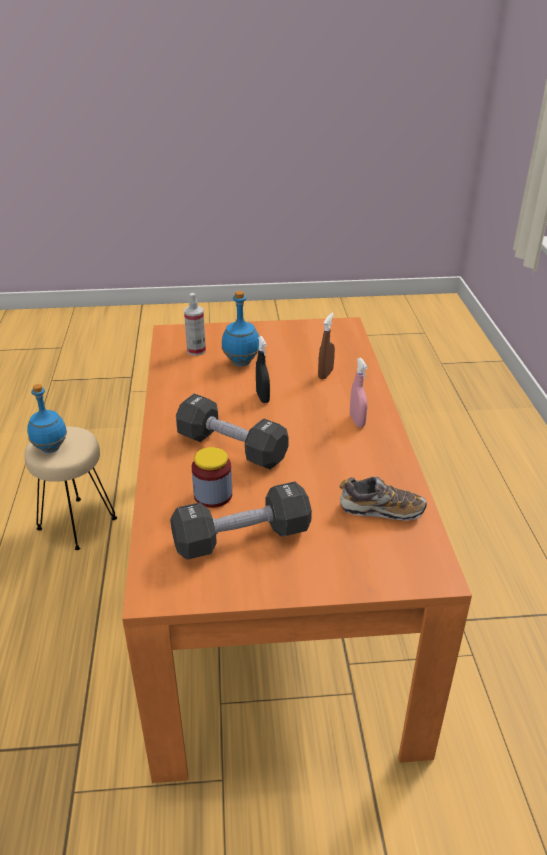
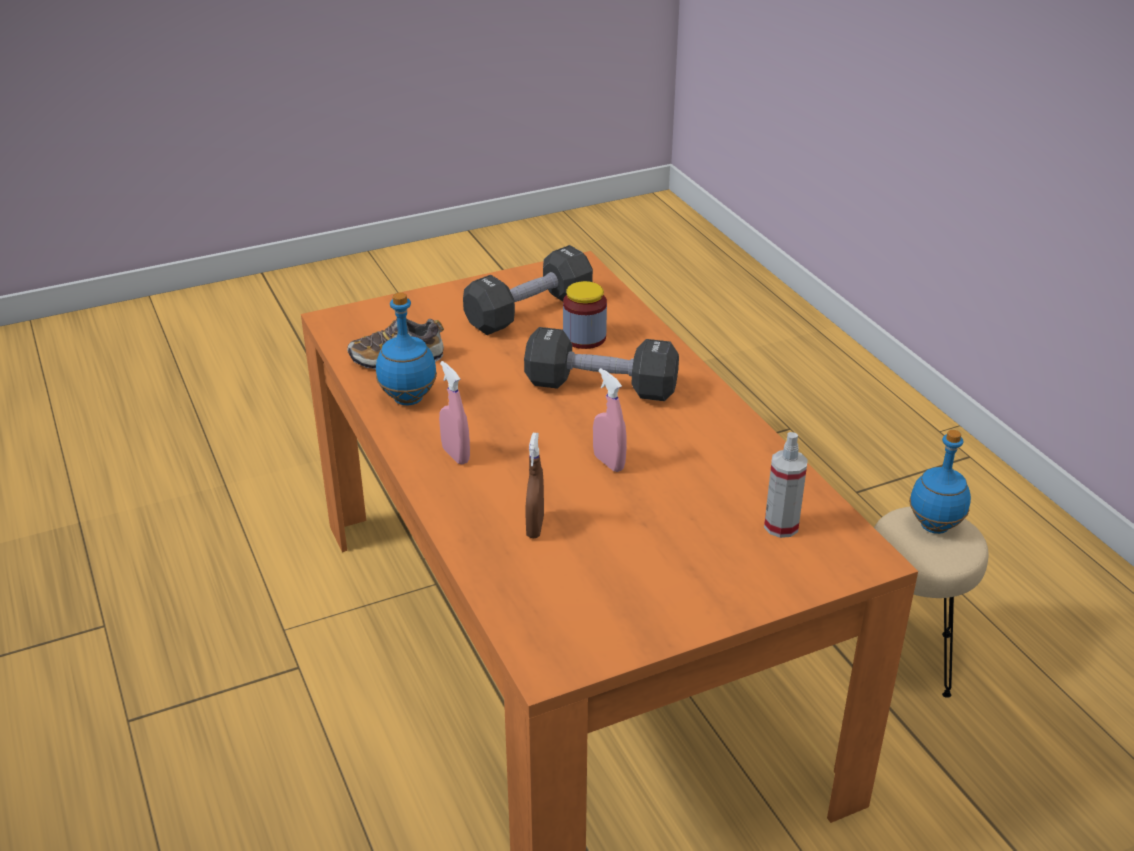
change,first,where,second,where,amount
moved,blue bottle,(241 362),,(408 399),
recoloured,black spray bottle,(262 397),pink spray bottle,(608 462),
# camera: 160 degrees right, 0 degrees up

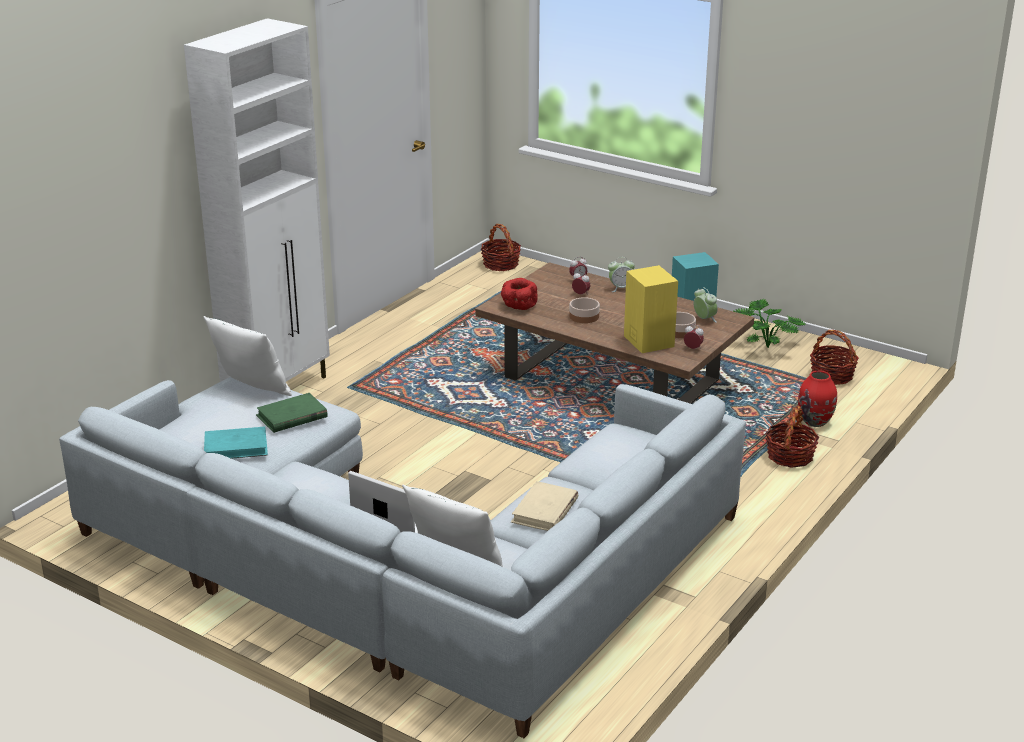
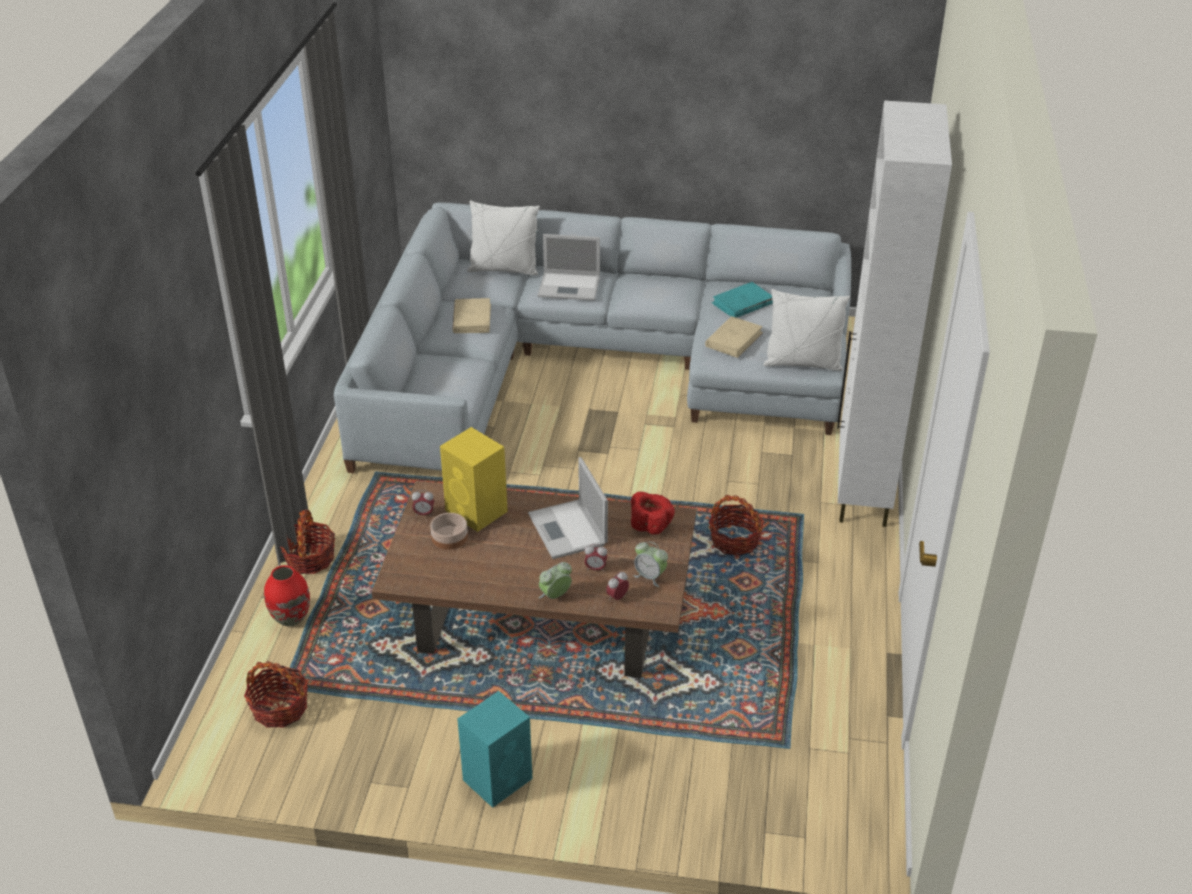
change,first,where,second,where,amount
recoloured,green book,(291 416),beige book,(734 339),
moved,basket,(501 264),,(734 541),
replaced,bowl,(584 316),laptop,(568 530),
moved,alarm clock,(704 319),,(650 576),
removed,potted plant,(766 345),,,
# camera: 155 degrees right, 10 degrees up

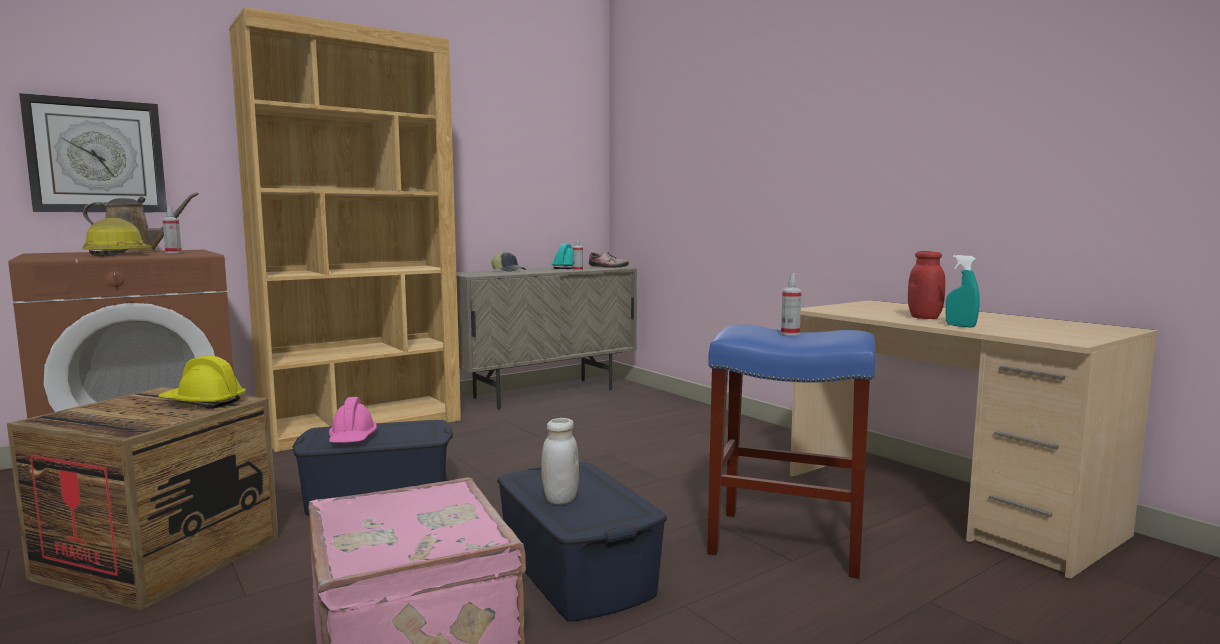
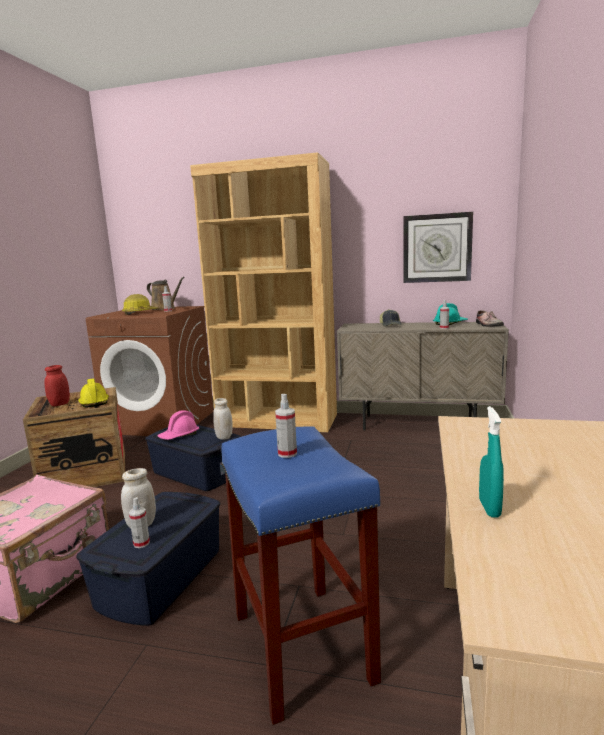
change,first,where,second,where,amount
moved,wall clock,(97 156),,(437 248),
moved,red jar,(924 317),,(59 404),
added,,,spray bottle,(141 543),
added,,,white jar,(224 437),
# camera: 50 degrees right, 5 degrees up

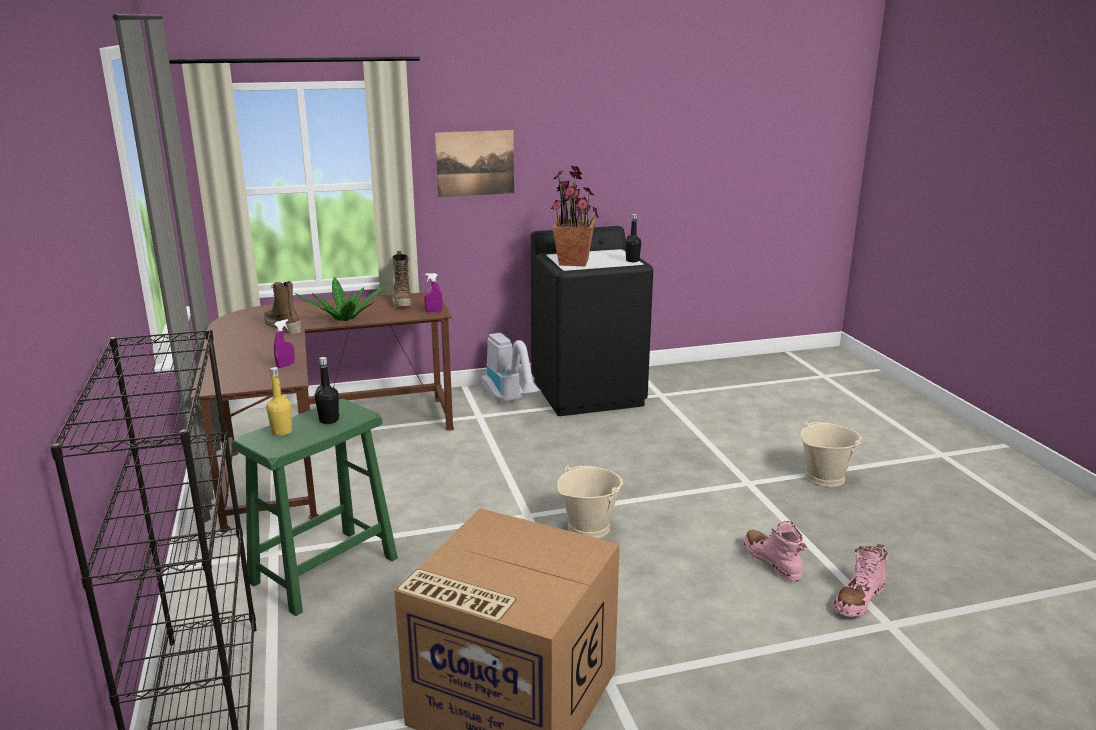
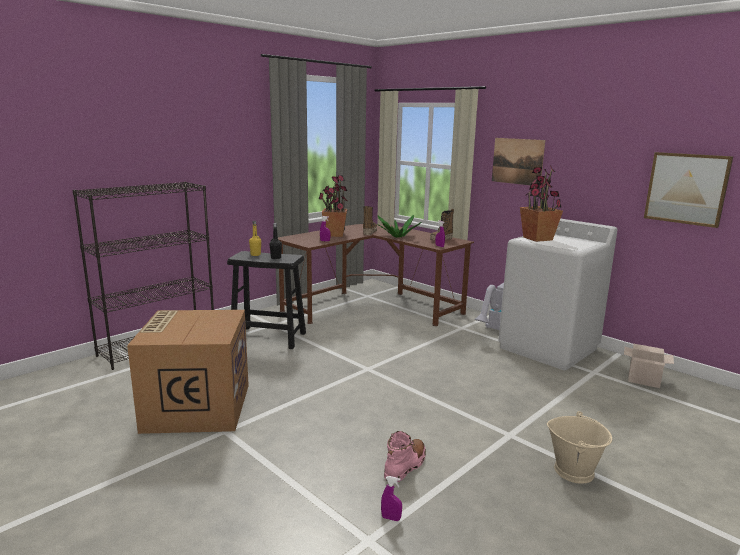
change,first,where,second,where,amount
recoloured,green stool,(323 570),black stool,(268 337),
recoloured,black washing machine,(588 393),white washing machine,(549 348),
removed,beige bucket,(588 527),,,
removed,black bottle,(632 260),,,
replaced,pink boot,(858 600),purple spray bottle,(391 518),
added,,,potted plant,(334 234),
added,,,cardboard box,(644 380),
added,,,picture,(686 188),
# camera: 60 degrees right, 5 degrees down

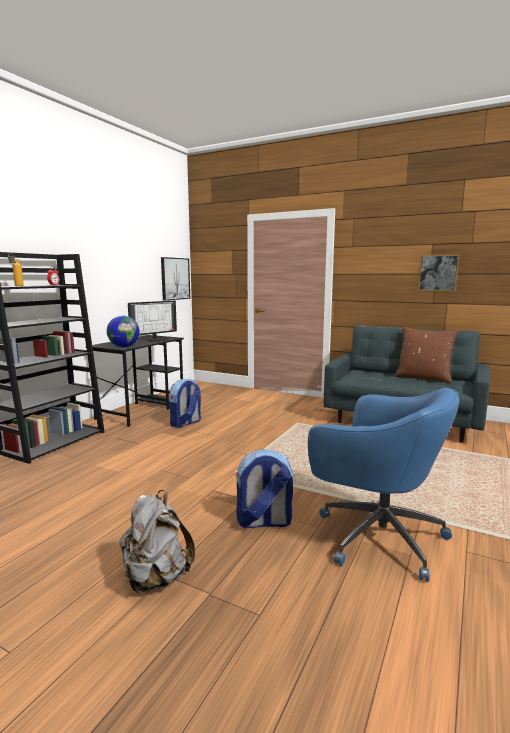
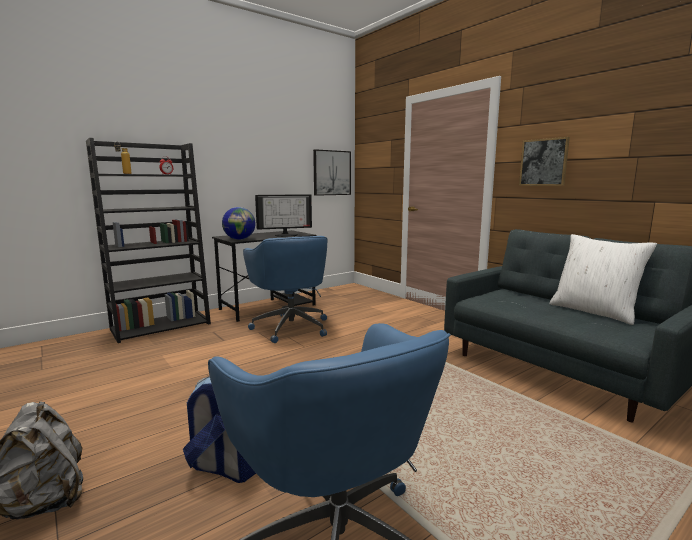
change,first,where,second,where,amount
replaced,backpack,(185 423),blue office chair,(290 327),
recoloured,brown pillow,(423 378),white pillow,(594 311),
moved,picture,(438 273),,(543 162),
# camera: 25 degrees right, 0 degrees up

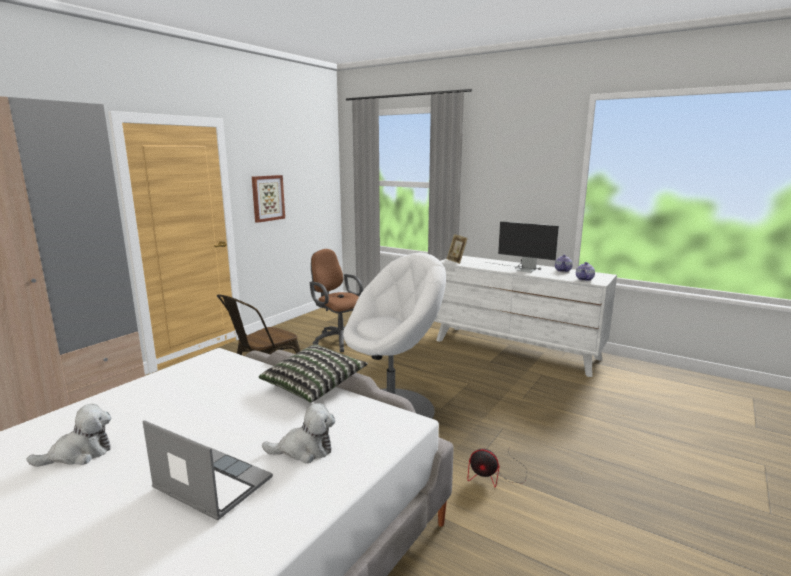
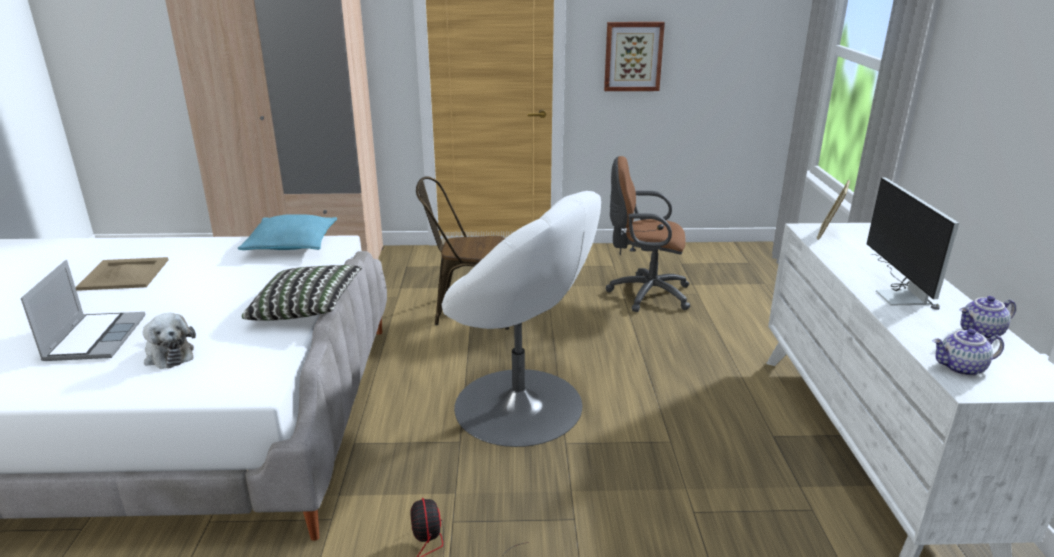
change,first,where,second,where,amount
replaced,plush toy,(80 454),beige tray,(124 274),
turned,brown office chair,(338 340),,(645 294),90 degrees counterclockwise
added,,,turquoise pillow,(291 244),
# camera: 55 degrees right, 10 degrees up

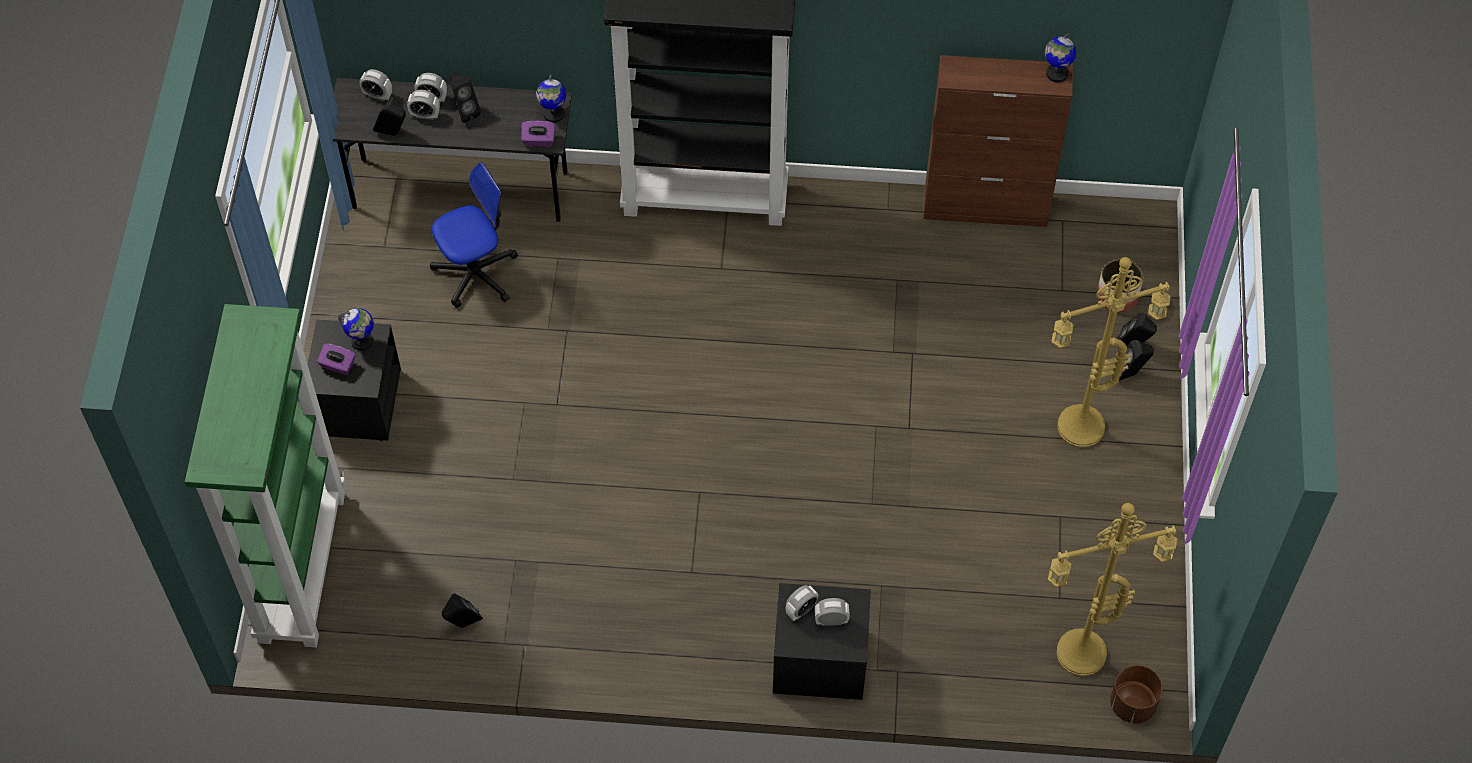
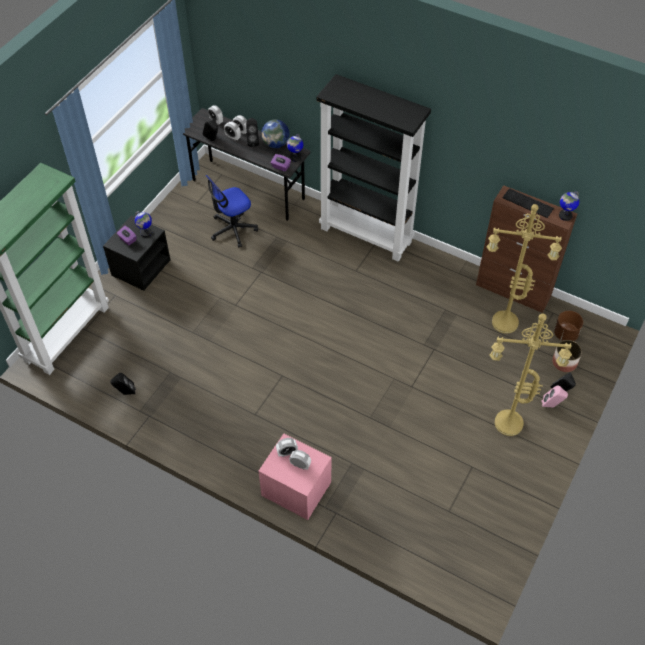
change,first,where,second,where,amount
turned,office chair,(476 273),,(233 229),150 degrees clockwise
recoloured,black nightstand,(818 662),pink nightstand,(295 489),
moved,yellow floor lamp,(1080 657),,(503 324),
moved,brown planter,(1132 704),,(565 334),
recoloured,black speaker,(1130 373),pink speaker,(551 406),
added,,,globe,(276 144),
added,,,keyboard,(528 203),
# camera: 25 degrees right, 5 degrees down

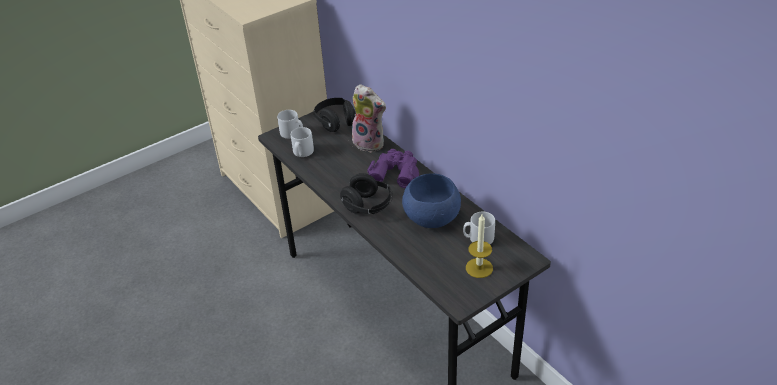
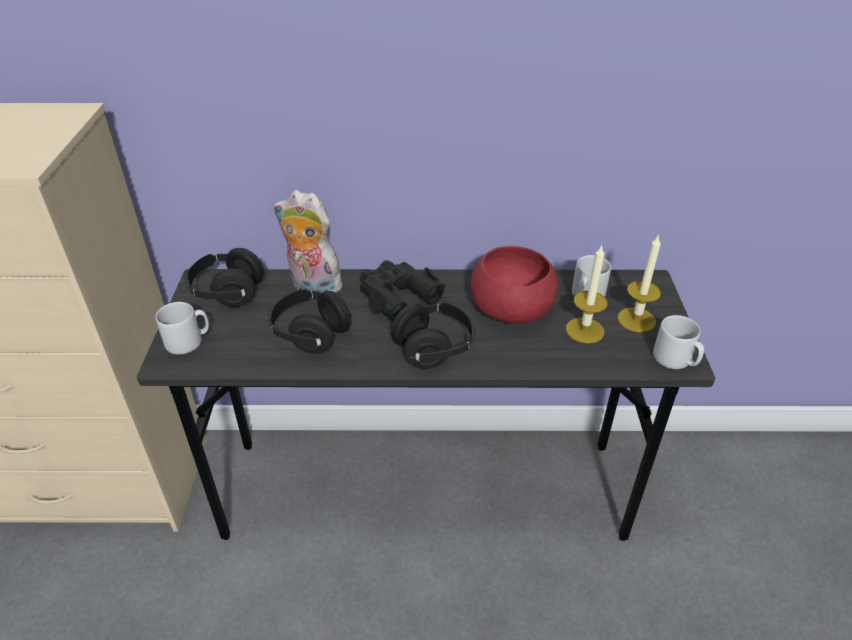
change,first,where,second,where,amount
moved,grey mug,(302 153),,(675 360),
turned,plush toy,(370 142),,(312 286),135 degrees counterclockwise
recoloured,purple binoculars,(395 172),black binoculars,(396 295),
recoloured,blue bowl,(431 217),red bowl,(512 309),
added,,,black headphones,(311 334),
added,,,candle,(584 330),
# camera: 55 degrees left, 0 degrees up

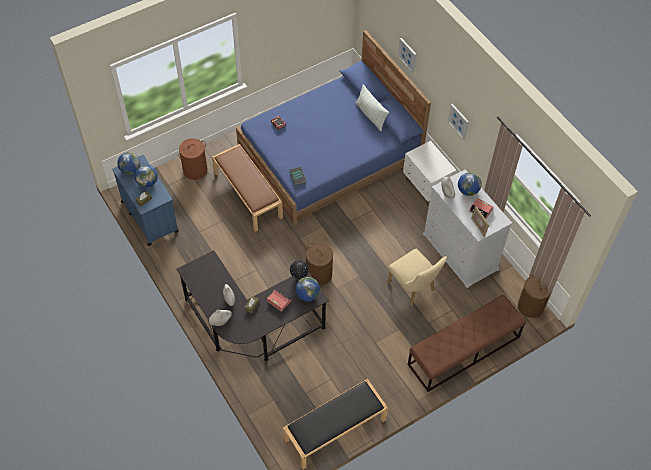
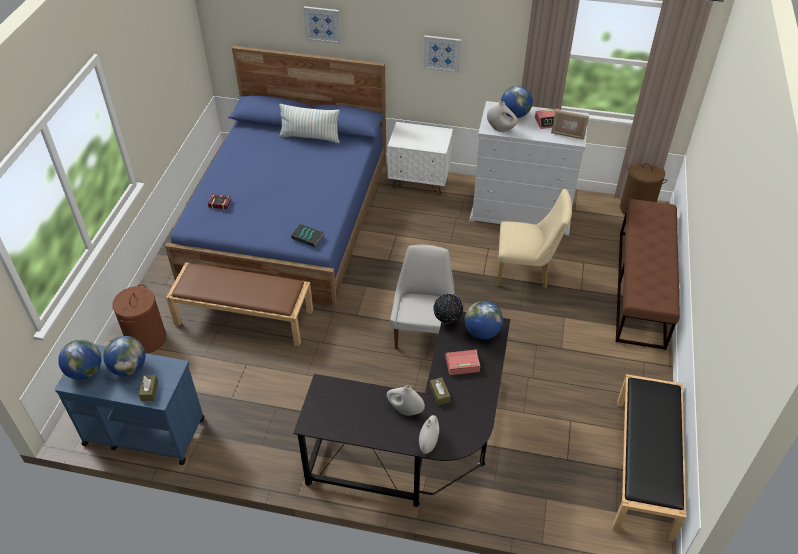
change,first,where,second,where,amount
replaced,brown laundry basket,(319 275),white chair,(423 332),
# camera: 45 degrees left, 10 degrees down

